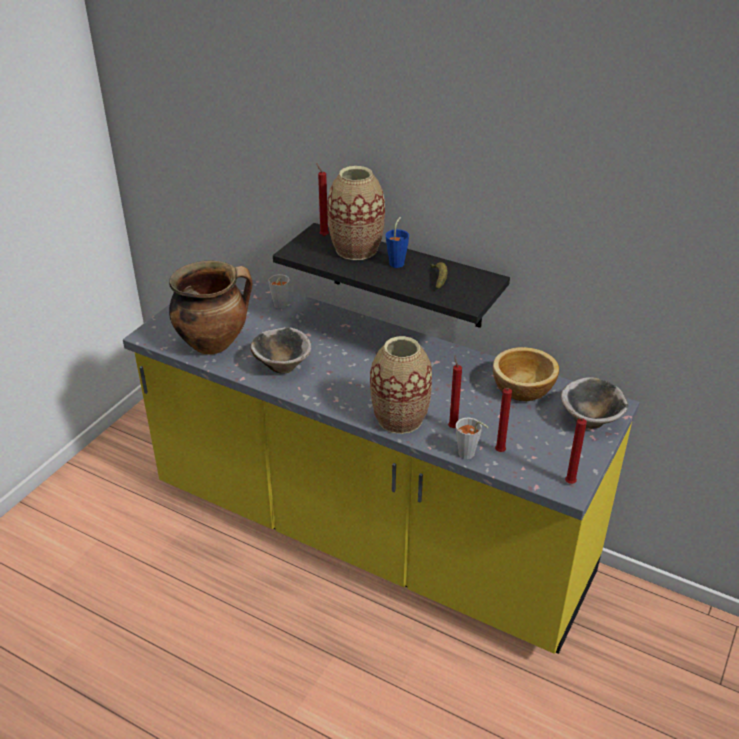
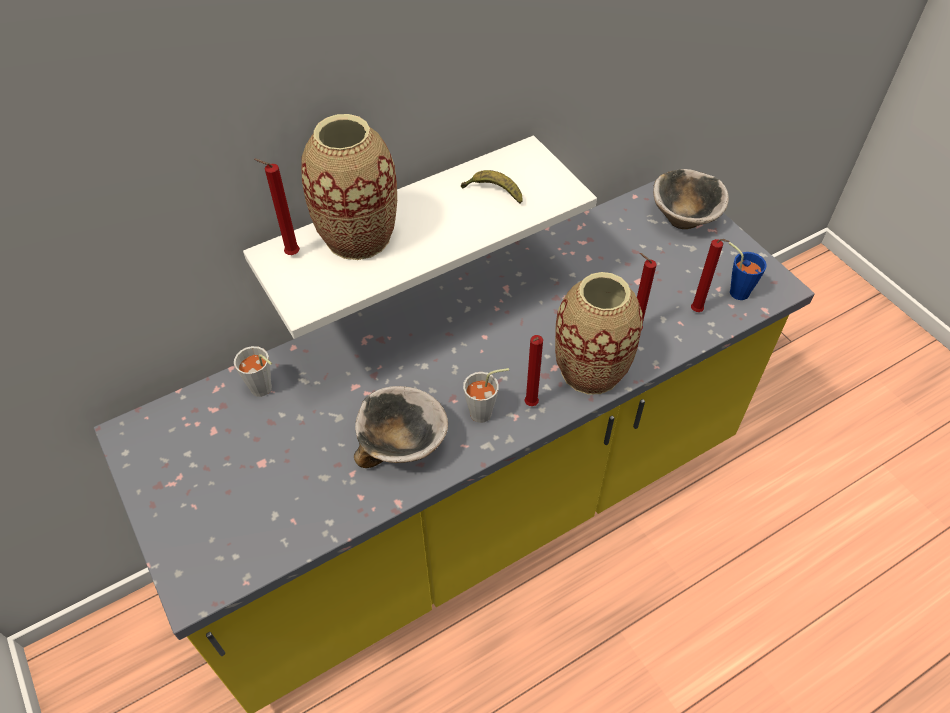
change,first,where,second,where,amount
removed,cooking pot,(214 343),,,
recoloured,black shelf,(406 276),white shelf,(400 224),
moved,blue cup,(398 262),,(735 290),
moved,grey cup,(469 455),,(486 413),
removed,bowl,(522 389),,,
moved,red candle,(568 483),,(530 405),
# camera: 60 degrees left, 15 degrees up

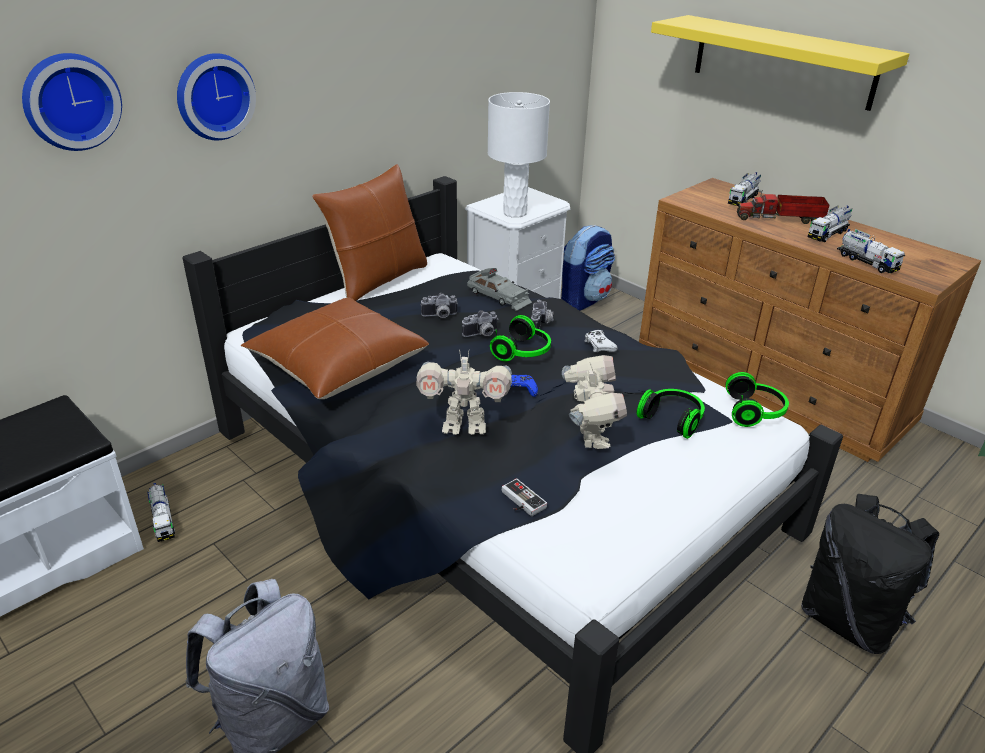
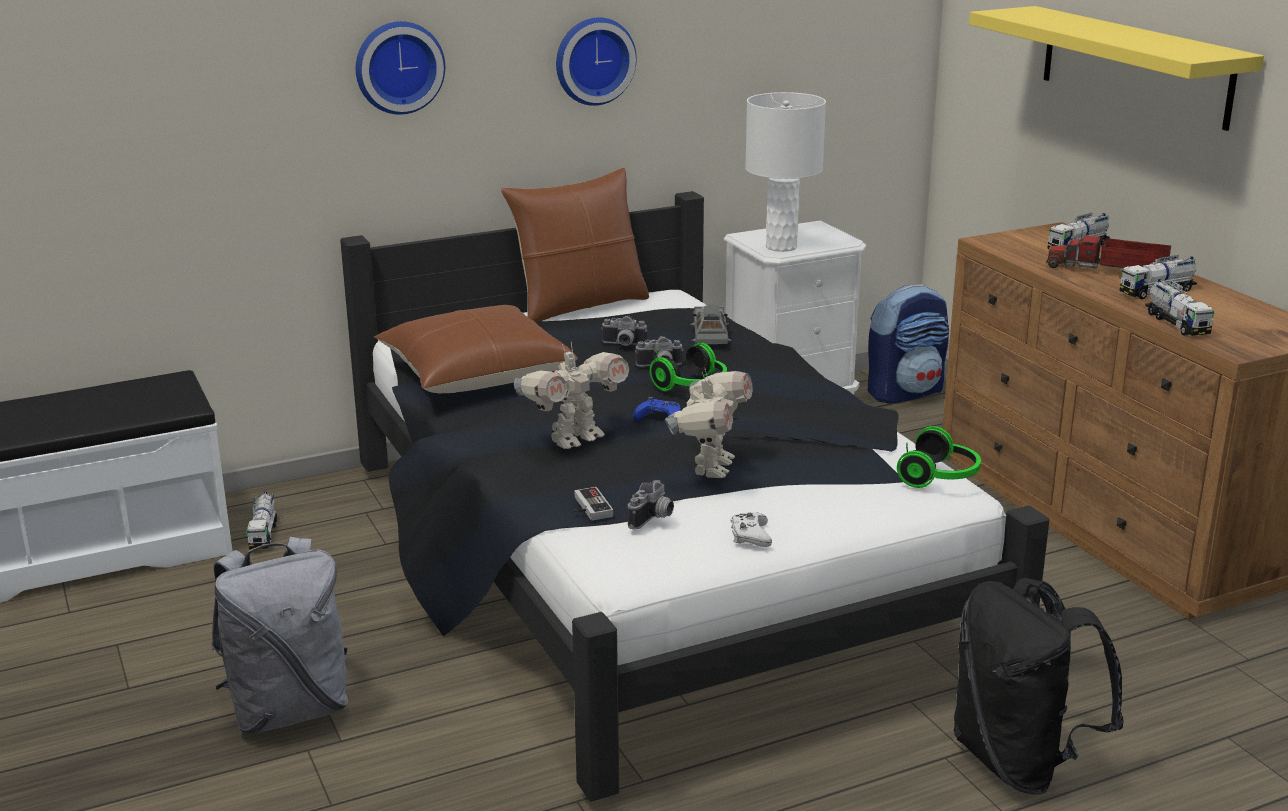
change,first,where,second,where,amount
moved,wall clock,(70 101),,(593 60),
turned,toy robot,(464 426),,(574 439),60 degrees counterclockwise
turned,grey toy car,(498 296),,(710 334),150 degrees counterclockwise
moved,photo camera,(542 324),,(653 519),
moved,white game controller,(599 345),,(750 536),
removed,headphones,(673 419),,,
# camera: 20 degrees right, 10 degrees down

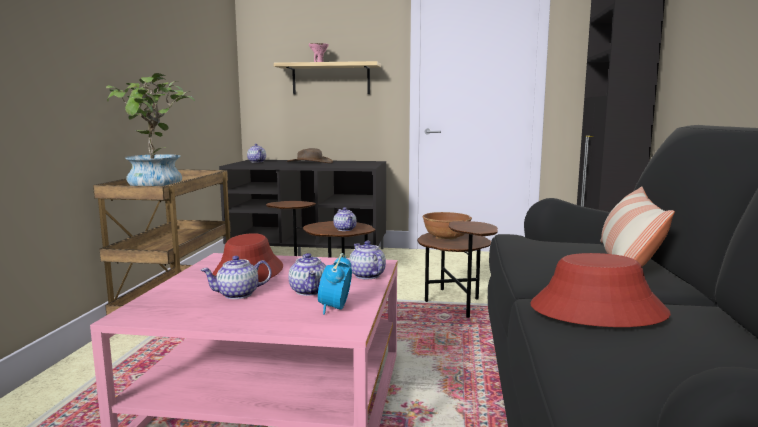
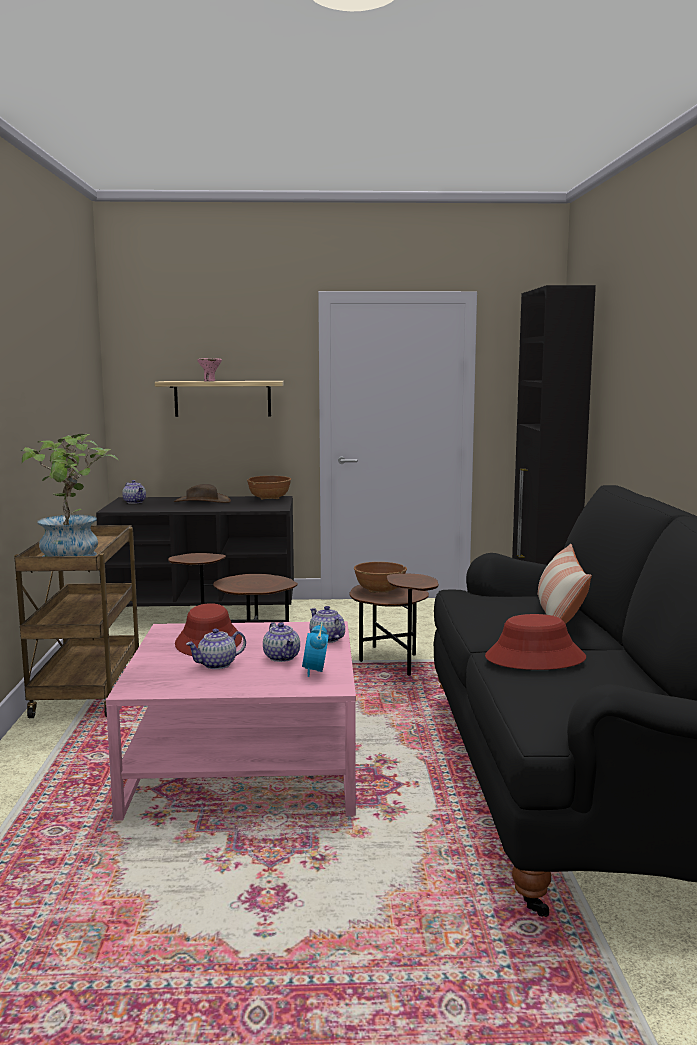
change,first,where,second,where,amount
removed,teapot,(345 229),,,
added,,,brown bowl,(269 498),
# camera: 10 degrees left, 0 degrees up

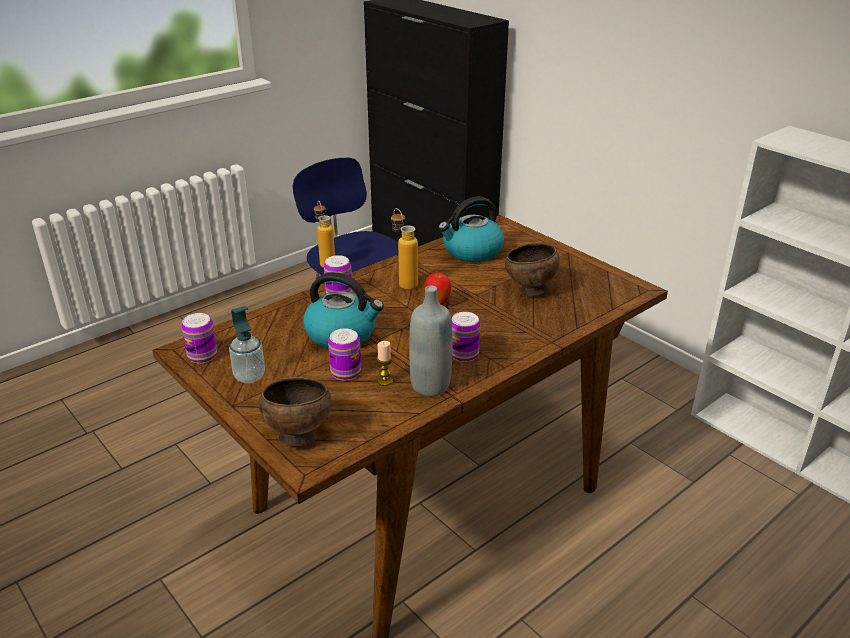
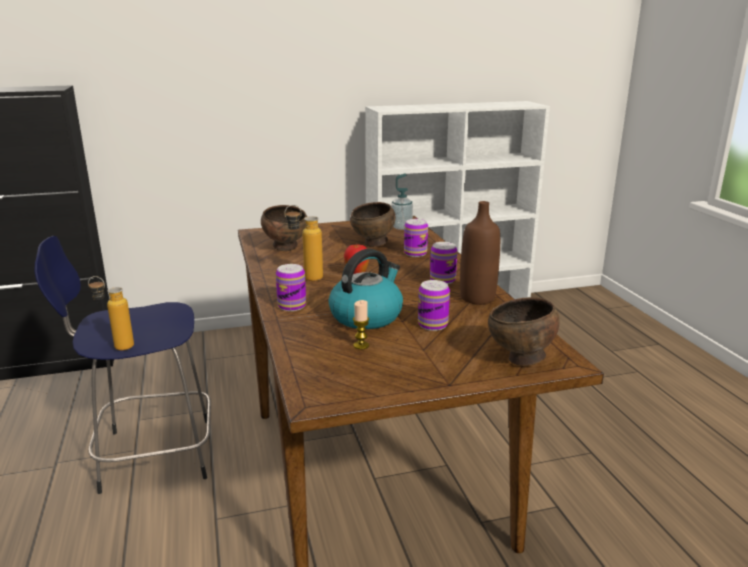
change,first,where,second,where,amount
moved,can,(202 356),,(415 253),
moved,soap dispenser,(249 376),,(401 227),
moved,candle,(385 381),,(361 345),
recoloured,grey bottle,(430 385),brown bottle,(477 298),
replaced,kettle,(471 251),brown bowl,(287 248),
# camera: 65 degrees left, 10 degrees down

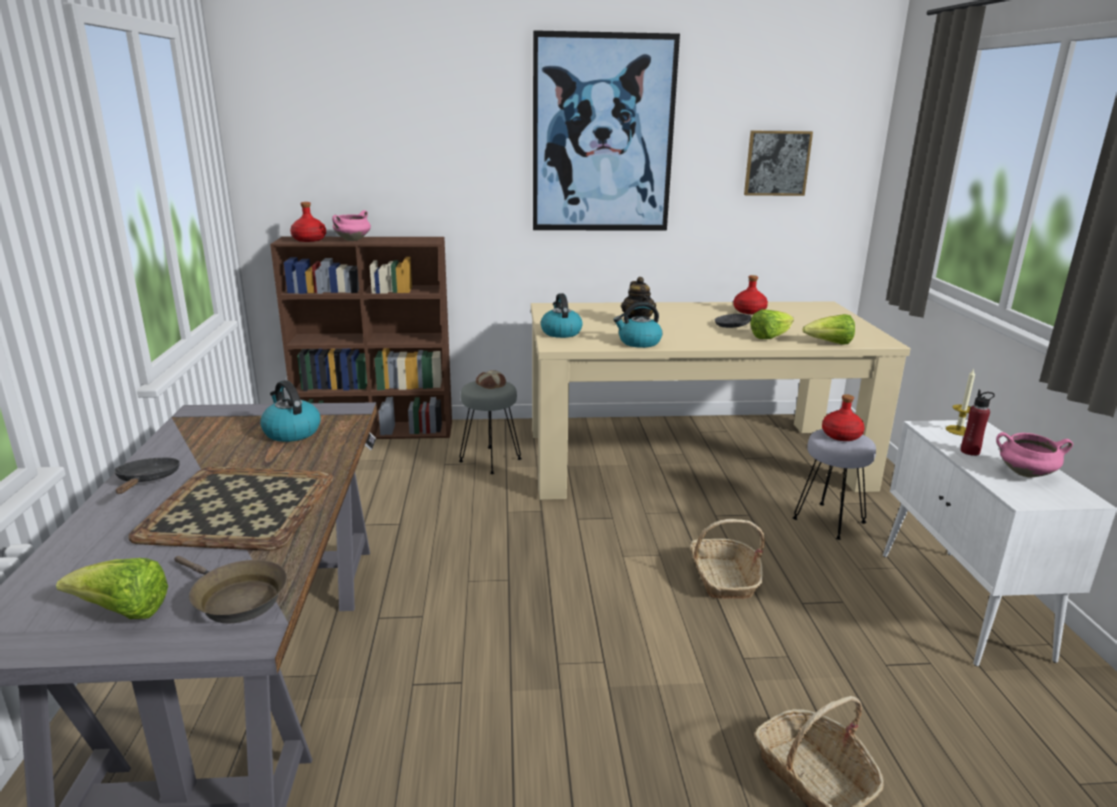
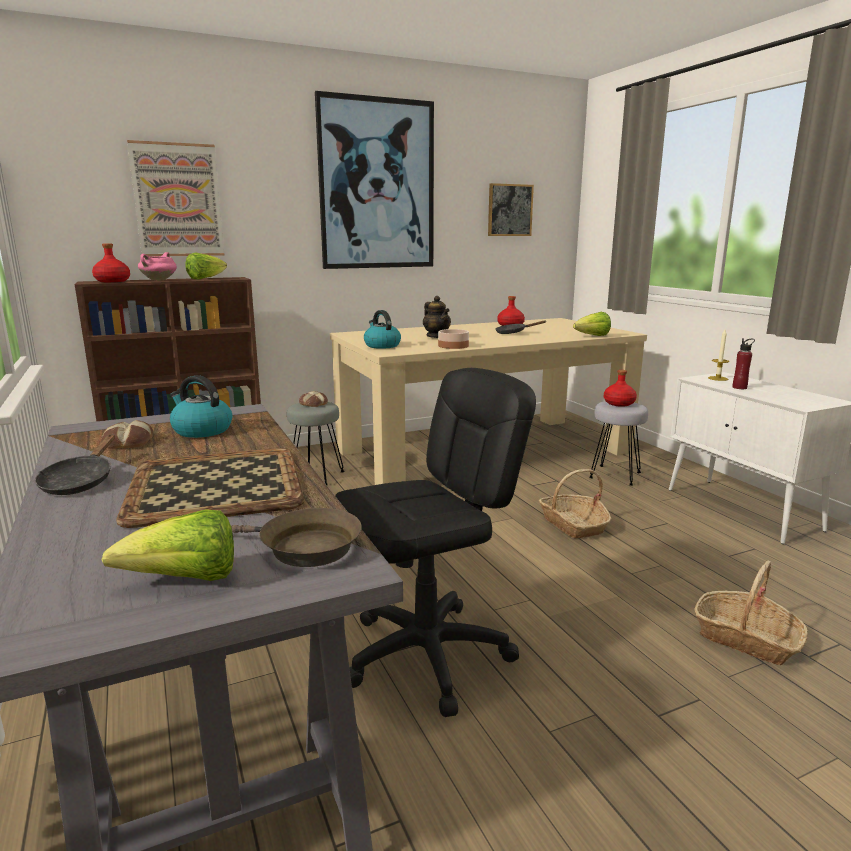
change,first,where,second,where,amount
turned,black frying pan,(147 480),,(80 481),150 degrees counterclockwise
replaced,kettle,(638 342),bowl,(453 346),
moved,lettuce,(770 337),,(206 279),
removed,pink cooking pot,(1025 474),,,
added,,,bread,(127 442),
added,,,picture,(177 200),
added,,,black office chair,(427 655),
# camera: 20 degrees left, 5 degrees down

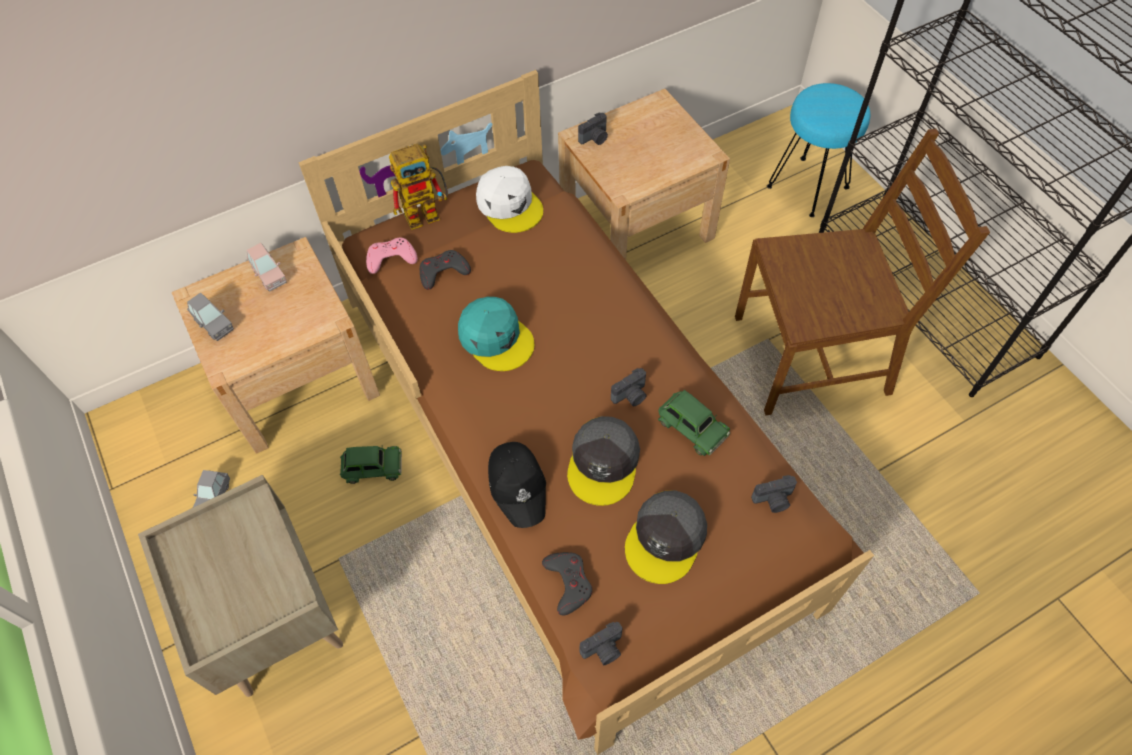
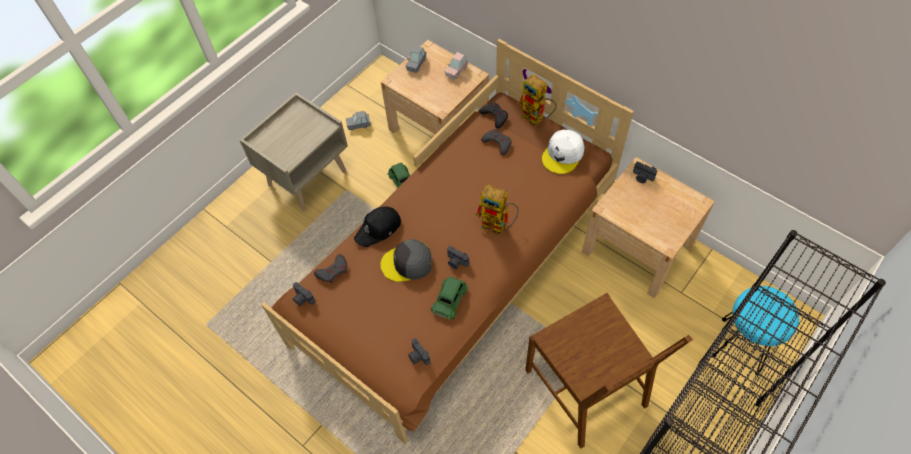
change,first,where,second,where,amount
recoloured,pink game controller,(391 258),black game controller,(495 116),
removed,turquoise cap,(496 338),,,
removed,grey cap,(666 539),,,
added,,,toy robot,(498 225),
# camera: 70 degrees right, 0 degrees up

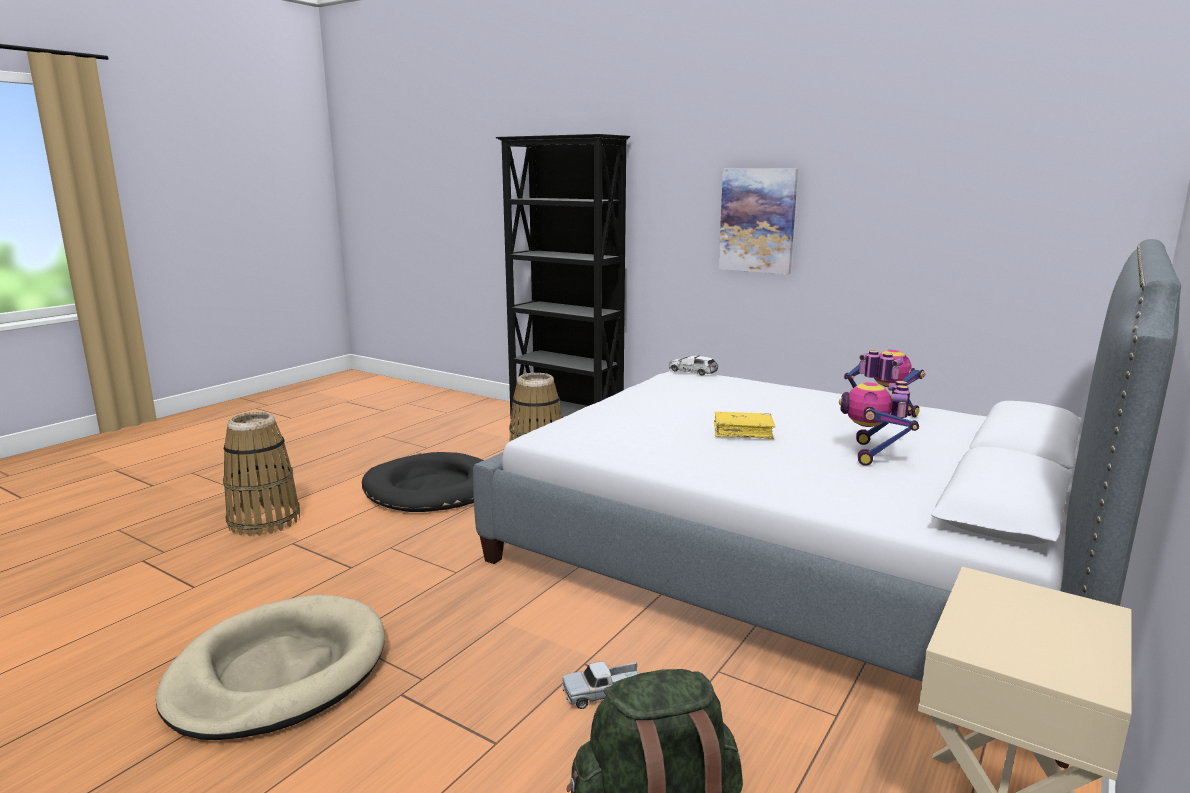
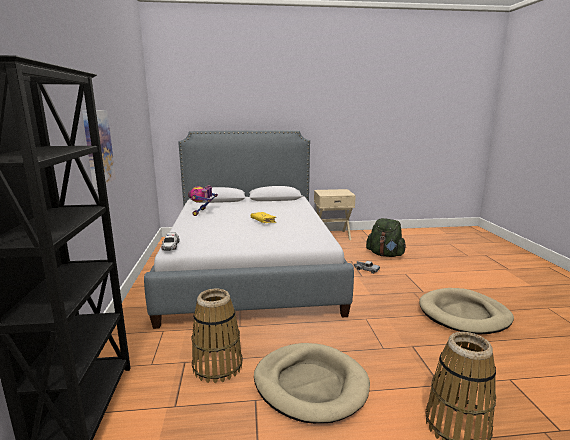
change,first,where,second,where,amount
recoloured,black dog bed,(433 489),beige dog bed,(310 384),
removed,toy robot,(874 454),,,
# camera: 130 degrees left, 0 degrees up

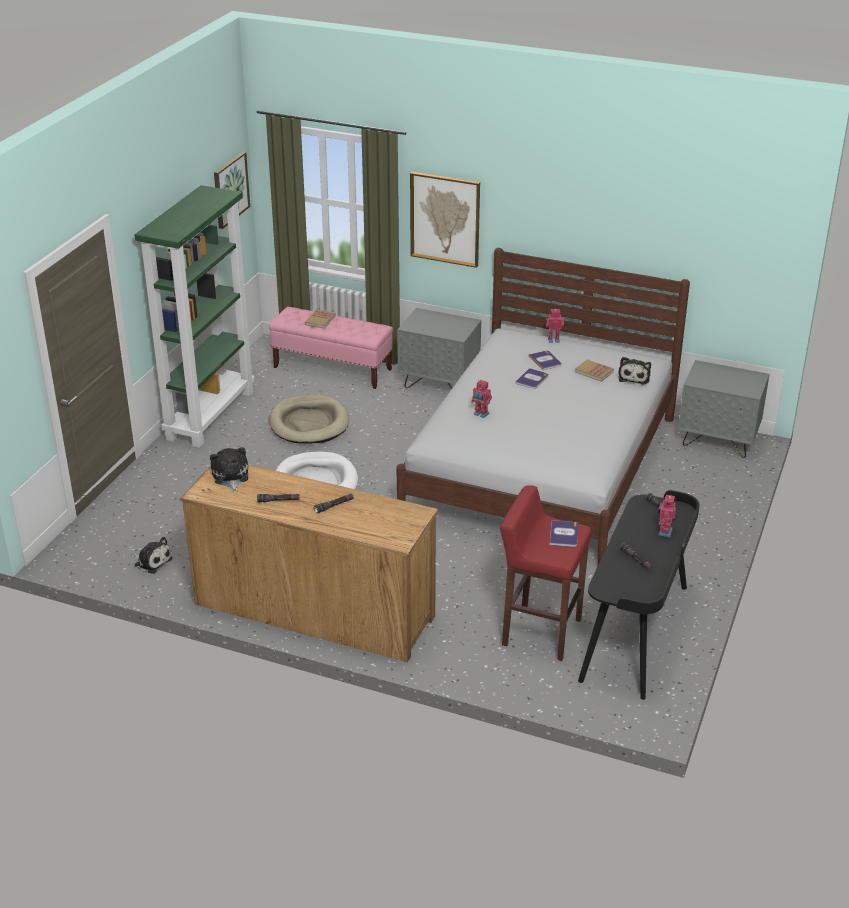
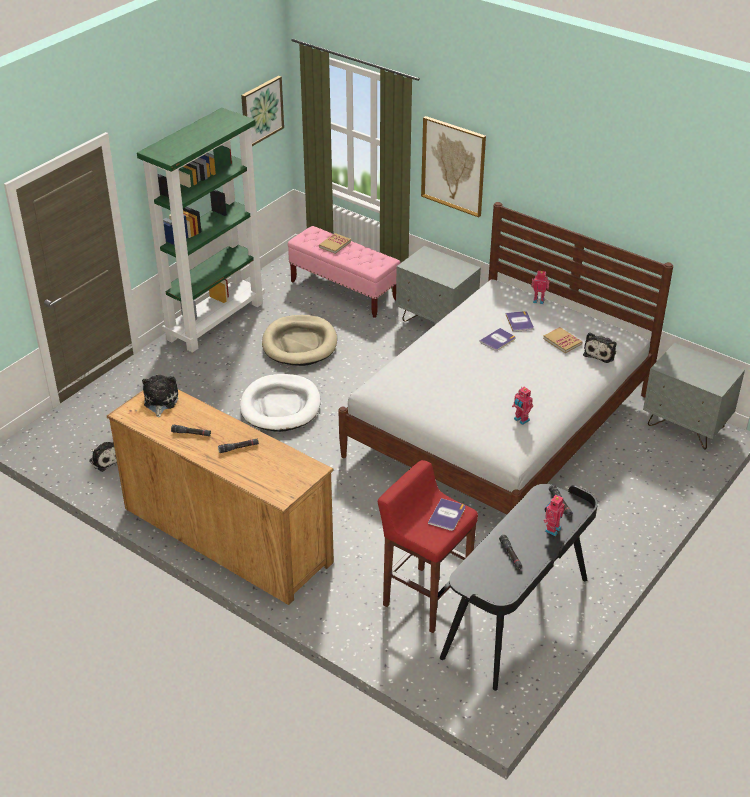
change,first,where,second,where,amount
moved,toy robot,(481 414),,(521 420),
# camera: 15 degrees right, 5 degrees up

